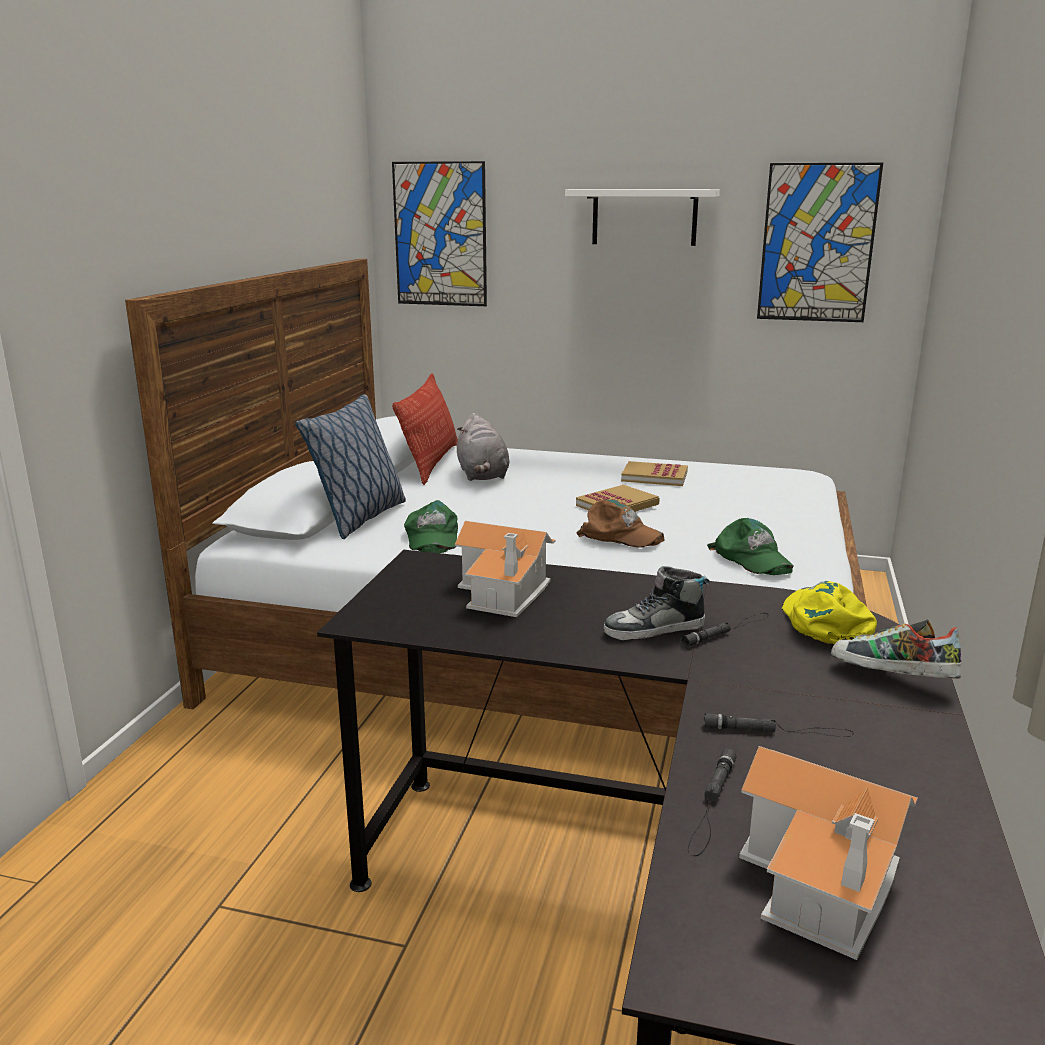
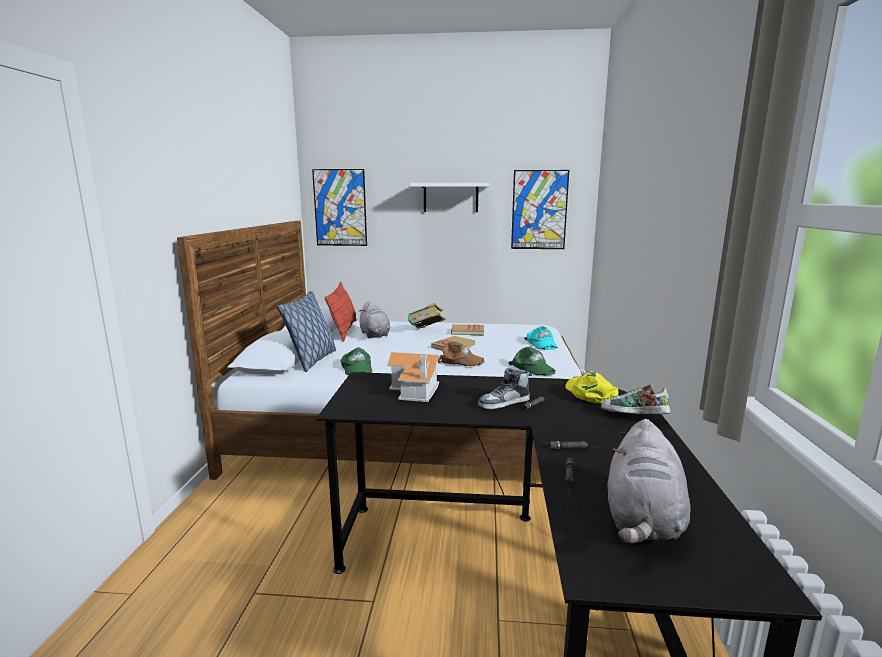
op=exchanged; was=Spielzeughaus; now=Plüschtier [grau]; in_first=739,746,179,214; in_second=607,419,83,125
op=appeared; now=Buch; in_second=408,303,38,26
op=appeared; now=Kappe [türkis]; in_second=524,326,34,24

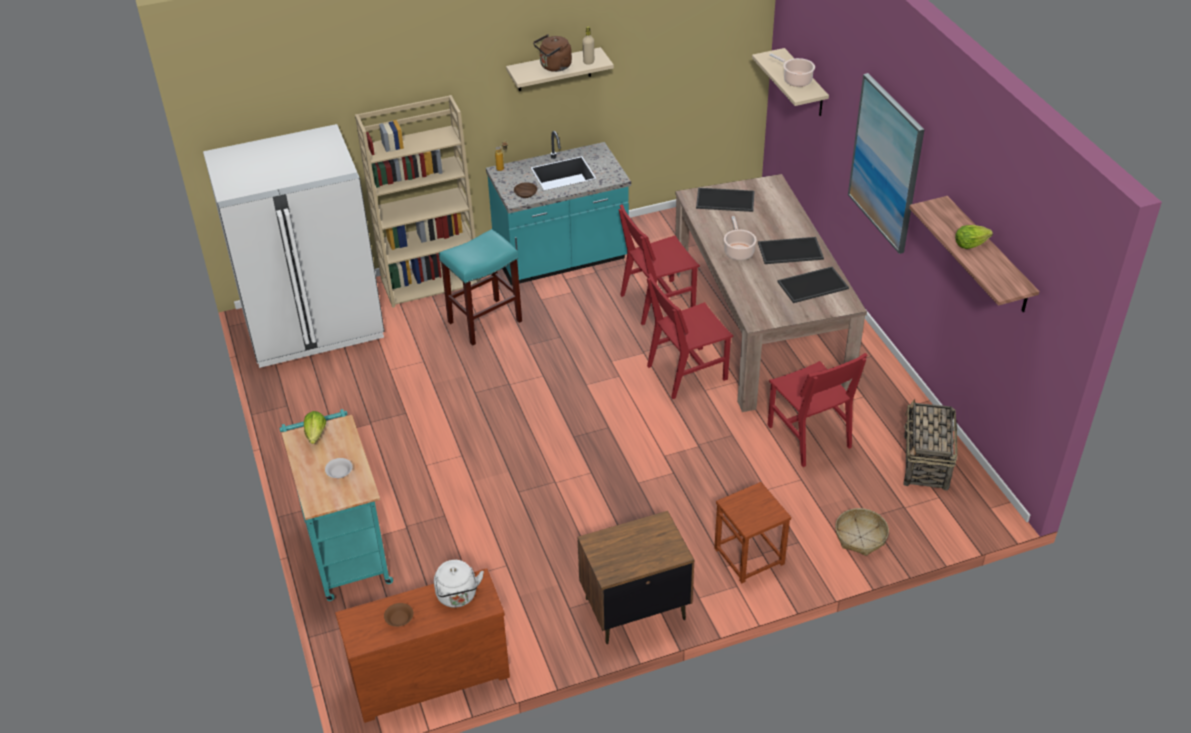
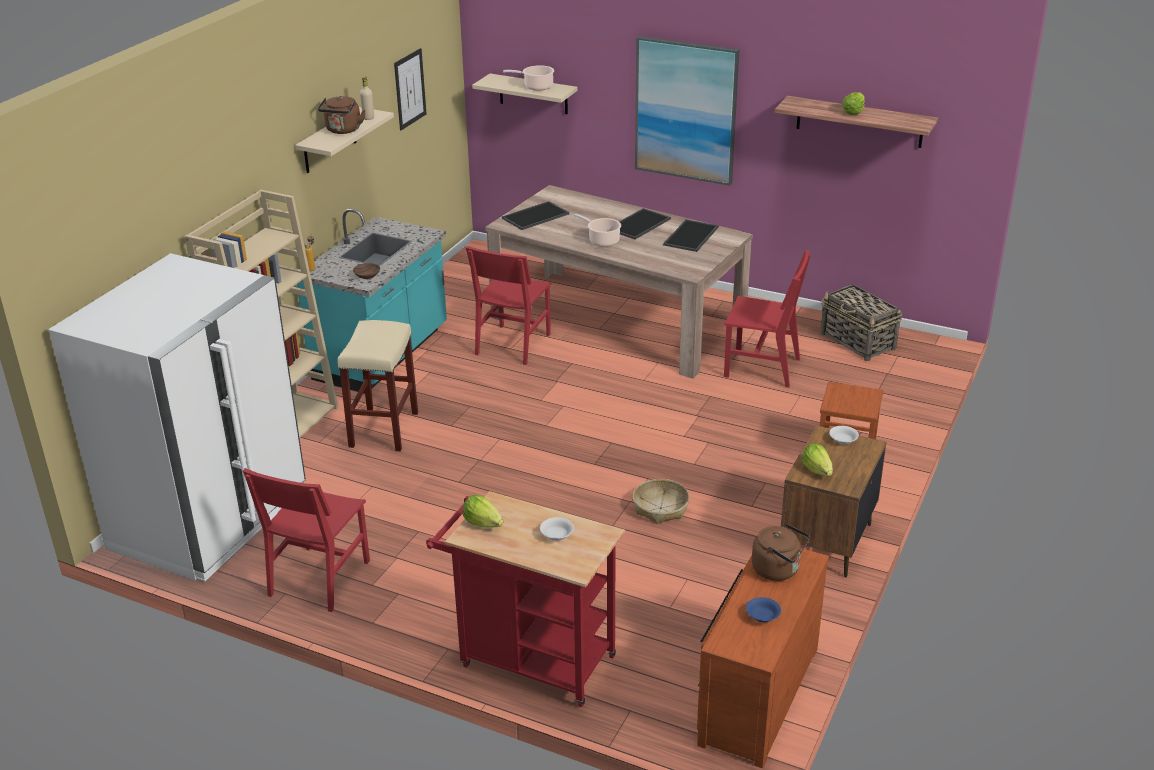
op=colour; was=Rollwagen [türkis]; now=Rollwagen [rot]; in_first=279,409,114,192; in_second=426,491,199,216
op=colour; was=Schüssel [braun]; now=Schüssel [blau]; in_first=384,603,30,24; in_second=746,597,35,25
op=colour; was=Wasserkessel [weiß]; now=Wasserkessel [braun]; in_first=434,560,50,48; in_second=752,524,58,57
op=colour; was=Hocker [türkis]; now=Hocker [beige]; in_first=439,229,83,116; in_second=337,320,81,131
op=relocated; was=Stuhl [rot]; in_first=647,273,86,126; in_second=243,468,127,144
op=relocated; was=Korb; in_first=835,508,54,48; in_second=633,479,57,45
op=appeared; now=Bild; in_second=394,48,33,82
op=appeared; now=Salatkopf; in_second=802,444,31,32
op=appeared; now=Schüssel [weiß]; in_second=829,426,30,18

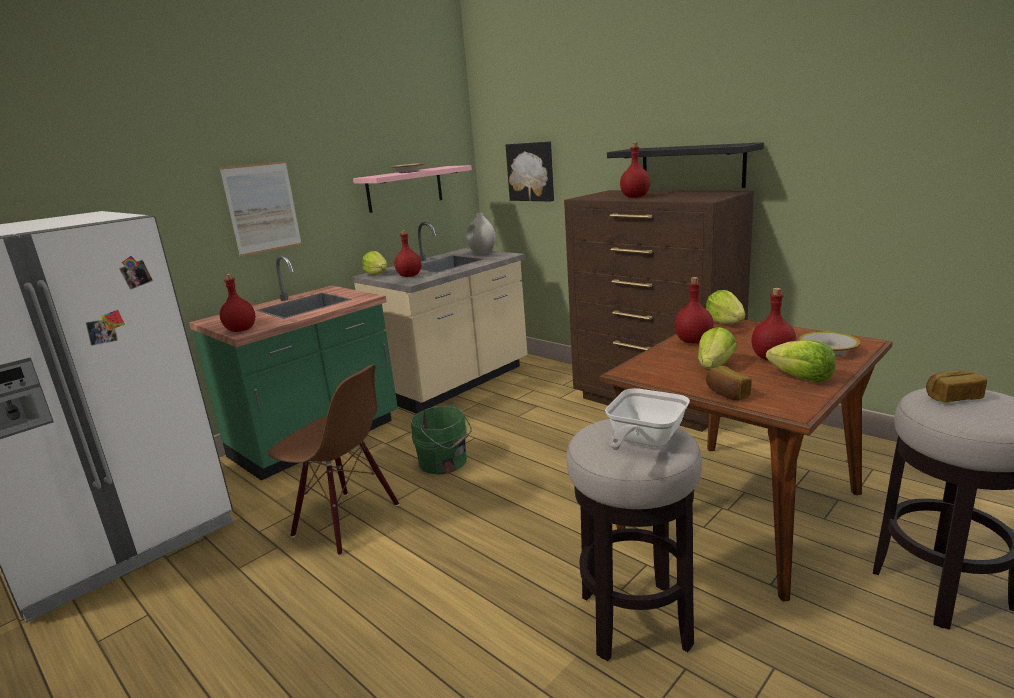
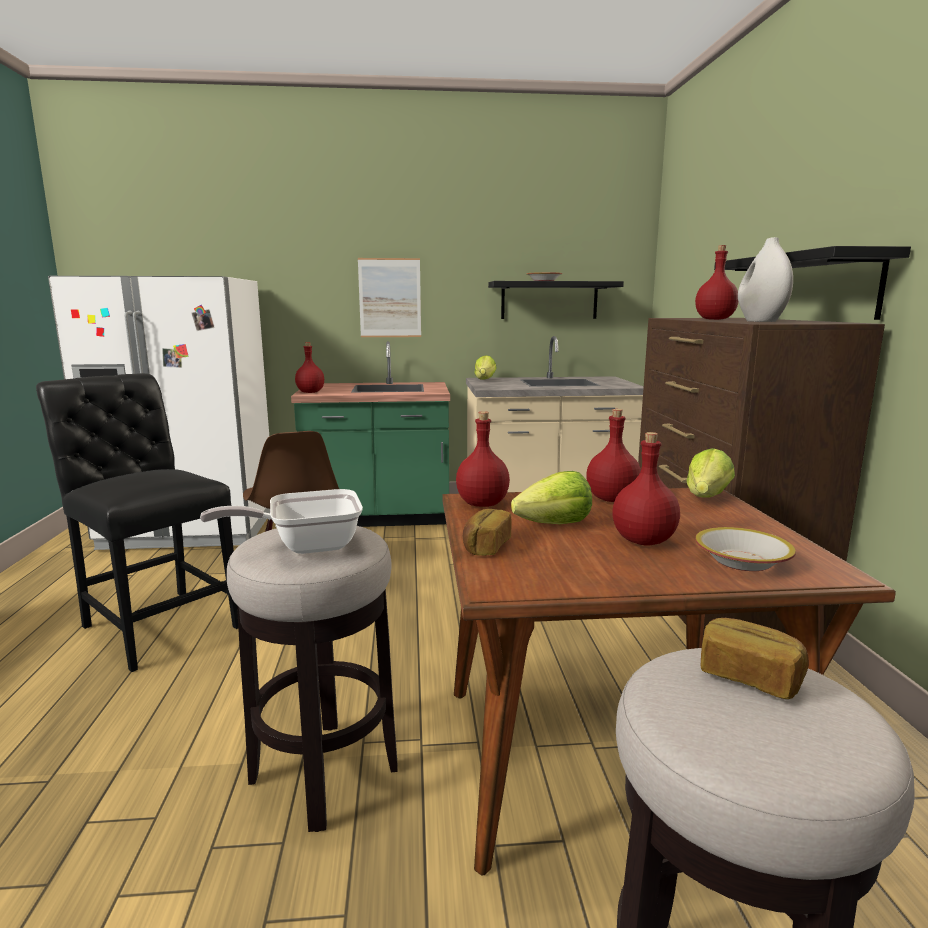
op=colour; was=Wandregal [rosa]; now=Wandregal [schwarz]; in_first=353,165,119,48; in_second=488,281,136,38
op=relocated; was=Flasche [rot]; in_first=394,230,27,47; in_second=456,411,54,96
op=missing; was=Eimer [grün]; in_first=411,404,60,70
op=relocated; was=Vase [weiß]; in_first=465,213,31,42; in_second=738,237,55,85
op=missing; was=Bild; in_first=506,141,48,61
op=missing; was=Salatkopf; in_first=766,340,70,42
op=appeared; now=Stuhl [schwarz]; in_second=36,373,202,299

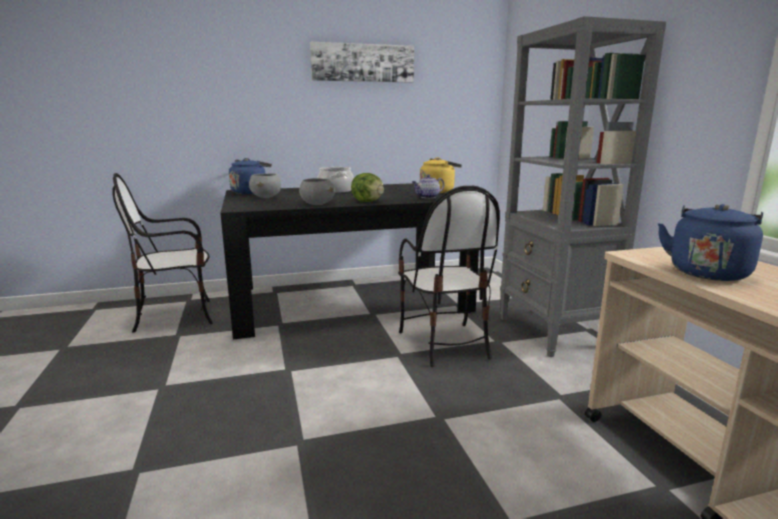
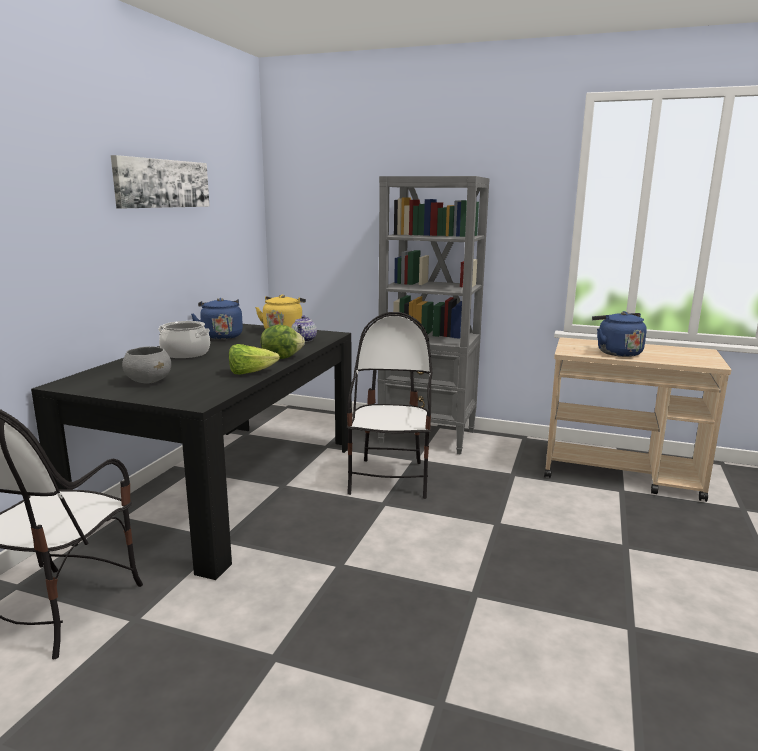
op=relocated; was=Wasserkessel [blau]; in_first=229,158,43,36; in_second=191,298,52,41
op=exchanged; was=Schüssel [grau]; now=Salatkopf; in_first=299,178,36,27; in_second=229,344,51,31
op=spun; was=Stuhl; in_first=398,186,102,181; in_second=347,312,85,187; clockwise=-105

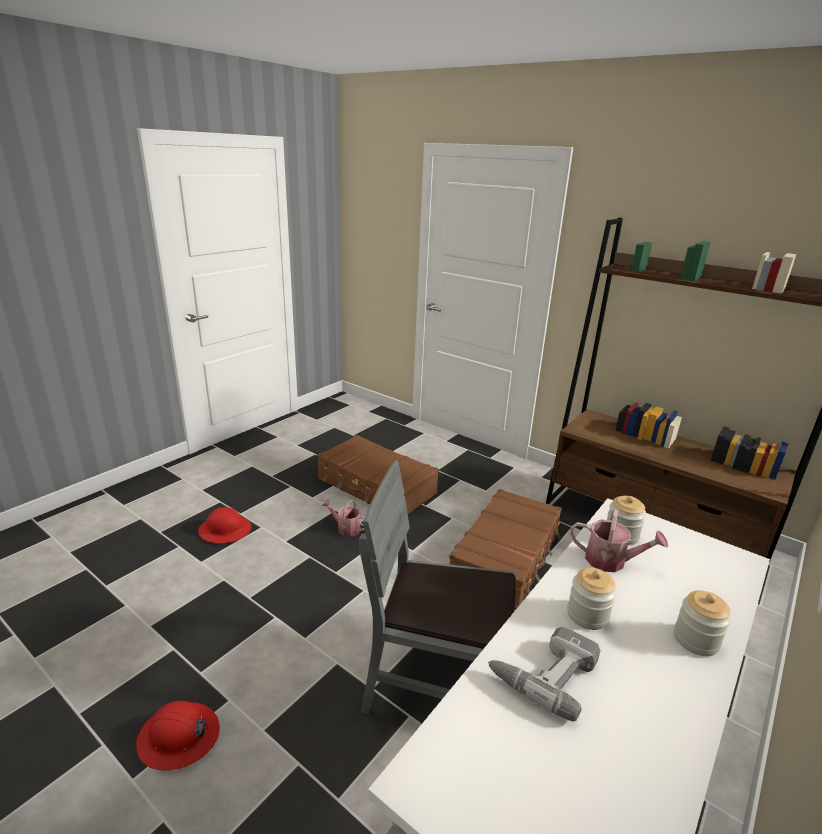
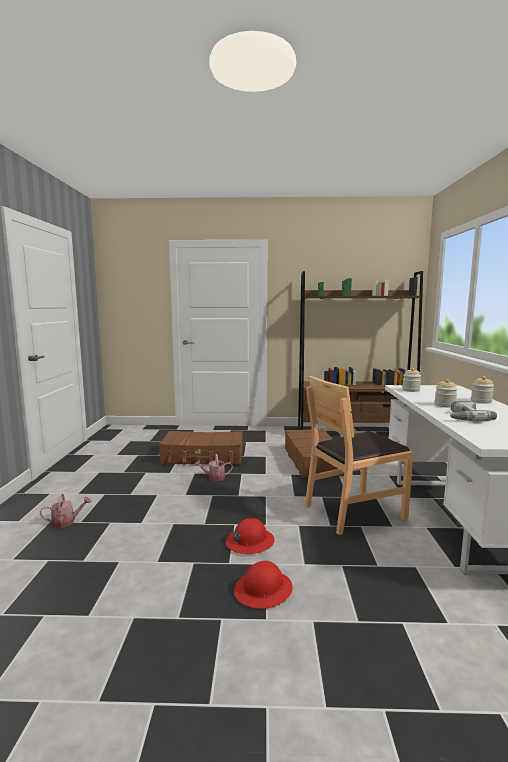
op=relocated; was=Schutzhelm [rot]; in_first=198,507,54,36; in_second=226,518,49,36
op=colour; was=Stuhl [grau]; now=Stuhl [braun]; in_first=359,460,157,254; in_second=305,376,108,159
op=relocated; was=Gießkanne; in_first=570,509,98,63; in_second=40,493,52,35

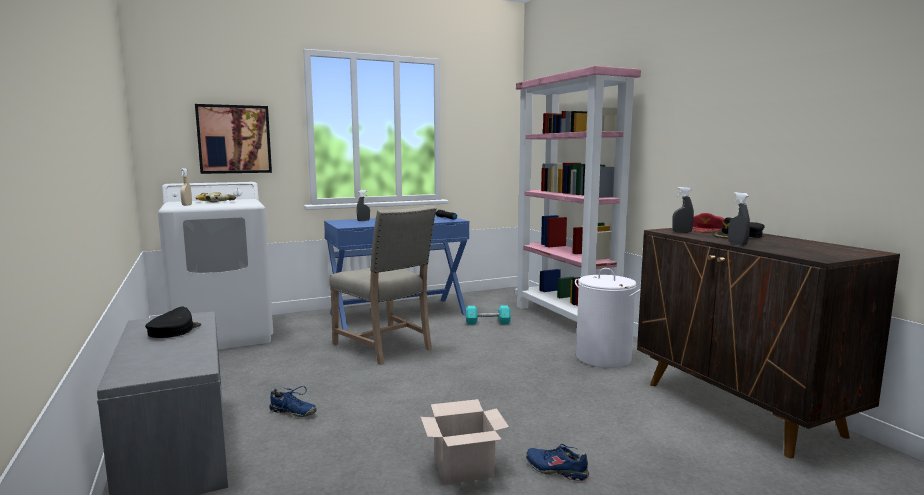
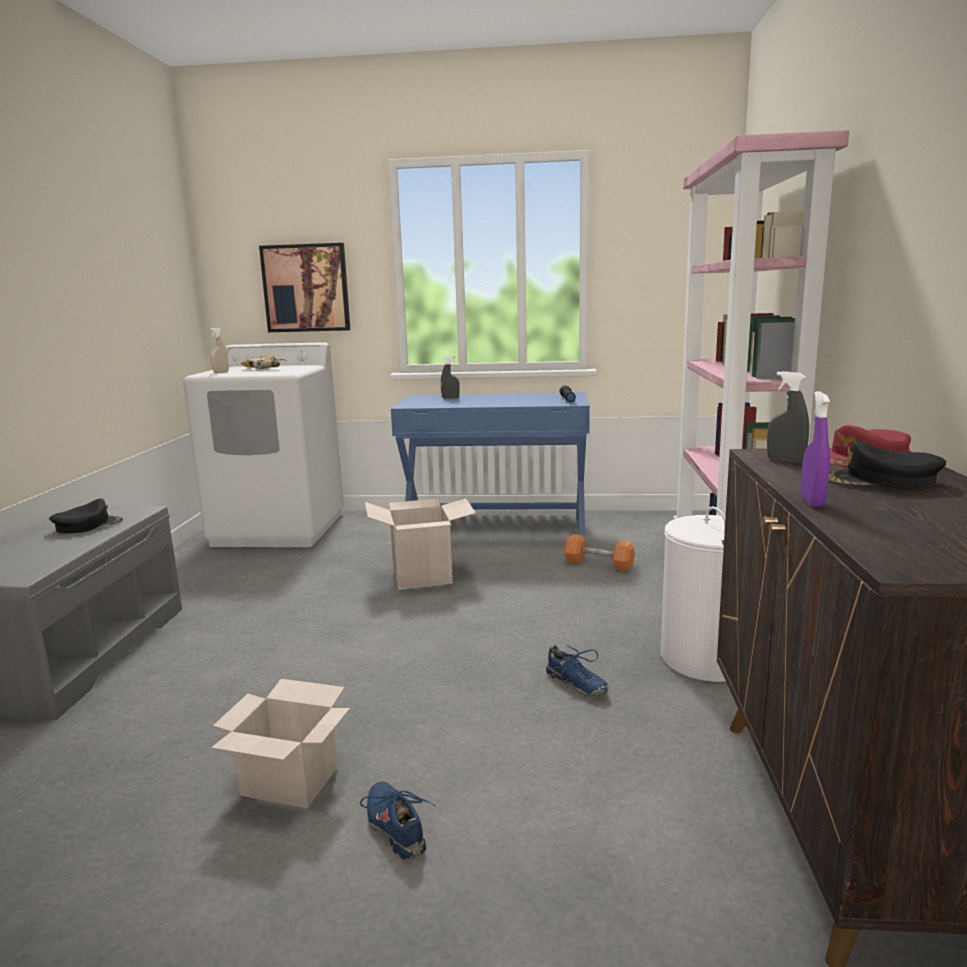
op=relocated; was=Schuh [blau]; in_first=269,386,48,31; in_second=546,645,63,52
op=exchanged; was=Stuhl [beige]; now=Karton; in_first=329,206,108,159; in_second=365,499,111,91
op=colour; was=Hantel [türkis]; now=Hantel [orange]; in_first=466,306,45,19; in_second=564,534,71,37
op=colour; was=Sprühflasche [grau]; now=Sprühflasche [lila]; in_first=728,192,22,54; in_second=801,391,29,116

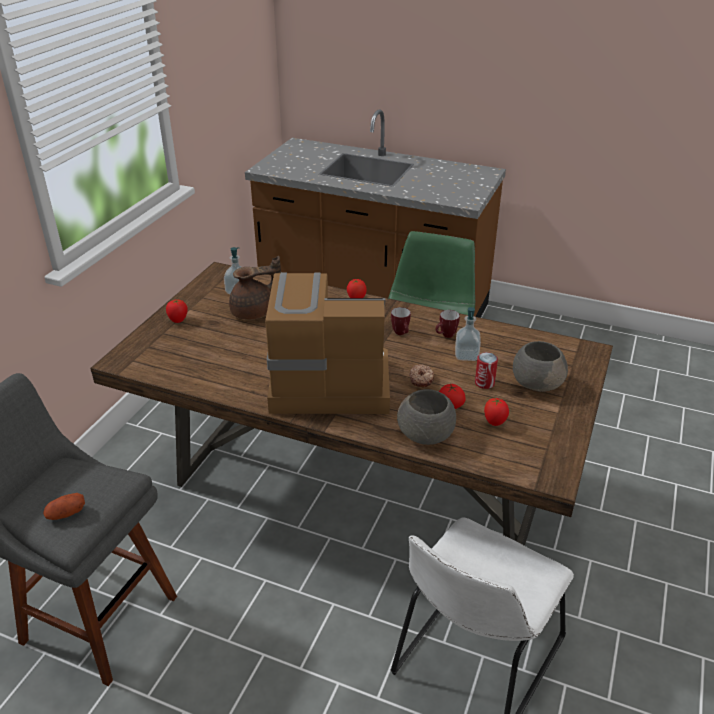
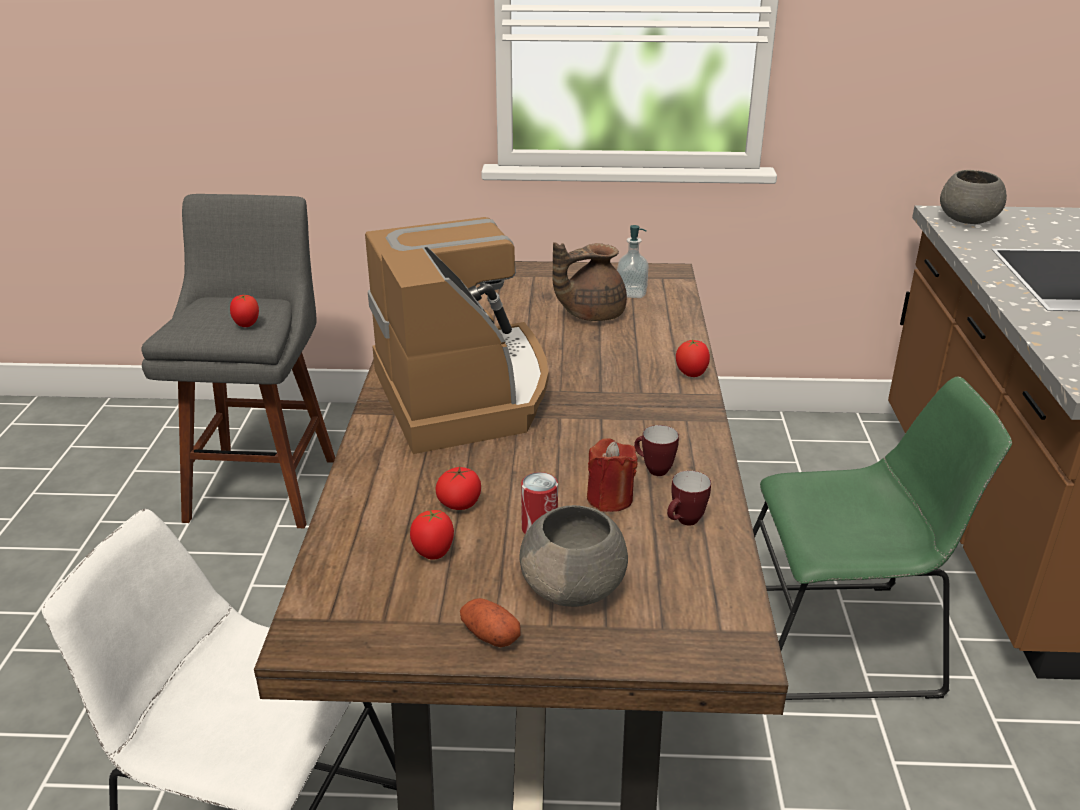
op=relocated; was=Kartoffel; in_first=43,493,42,27; in_second=460,598,61,49
op=relocated; was=Tomate; in_first=166,299,22,24; in_second=230,295,29,32
op=spun; was=Teekanne [braun]; in_first=229,256,52,64; in_second=552,242,75,79; clockwise=105
op=relocated; was=Henkelbecher; in_first=391,307,20,28; in_second=667,471,44,55
op=relocated; was=Schüssel [grau]; in_first=397,389,59,56; in_second=940,170,67,54
op=missing; was=Donut; in_first=409,364,25,23
op=exchanged; was=Seifenspender; now=Kerze [rot]; in_first=455,307,26,54; in_second=587,438,51,74

